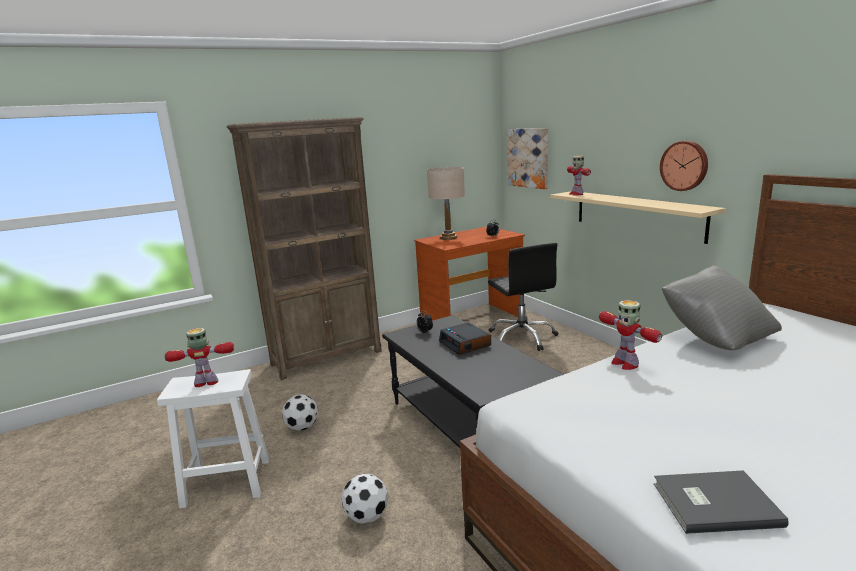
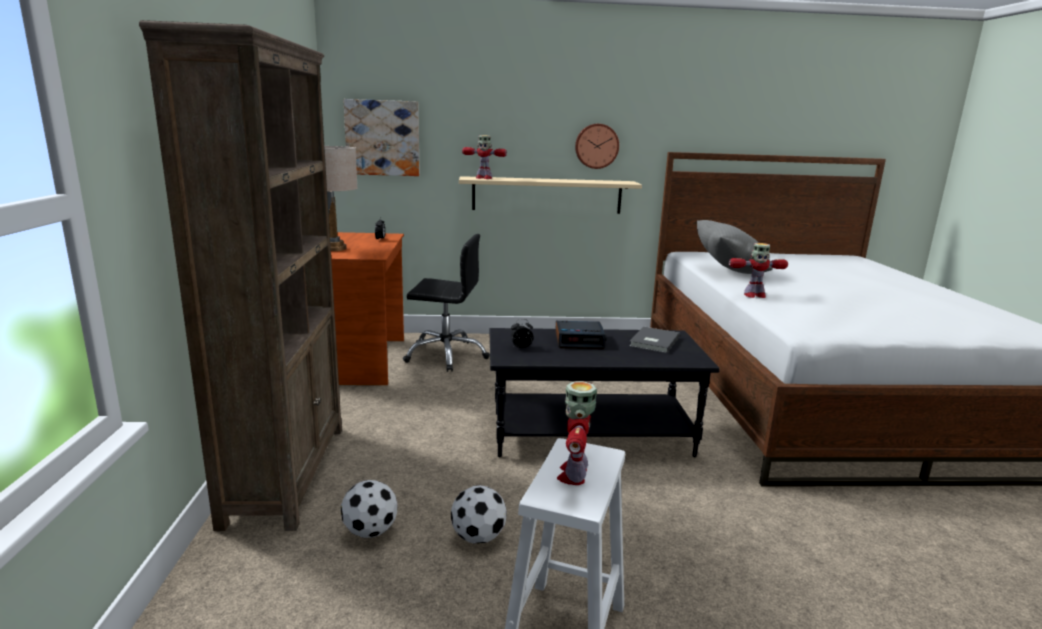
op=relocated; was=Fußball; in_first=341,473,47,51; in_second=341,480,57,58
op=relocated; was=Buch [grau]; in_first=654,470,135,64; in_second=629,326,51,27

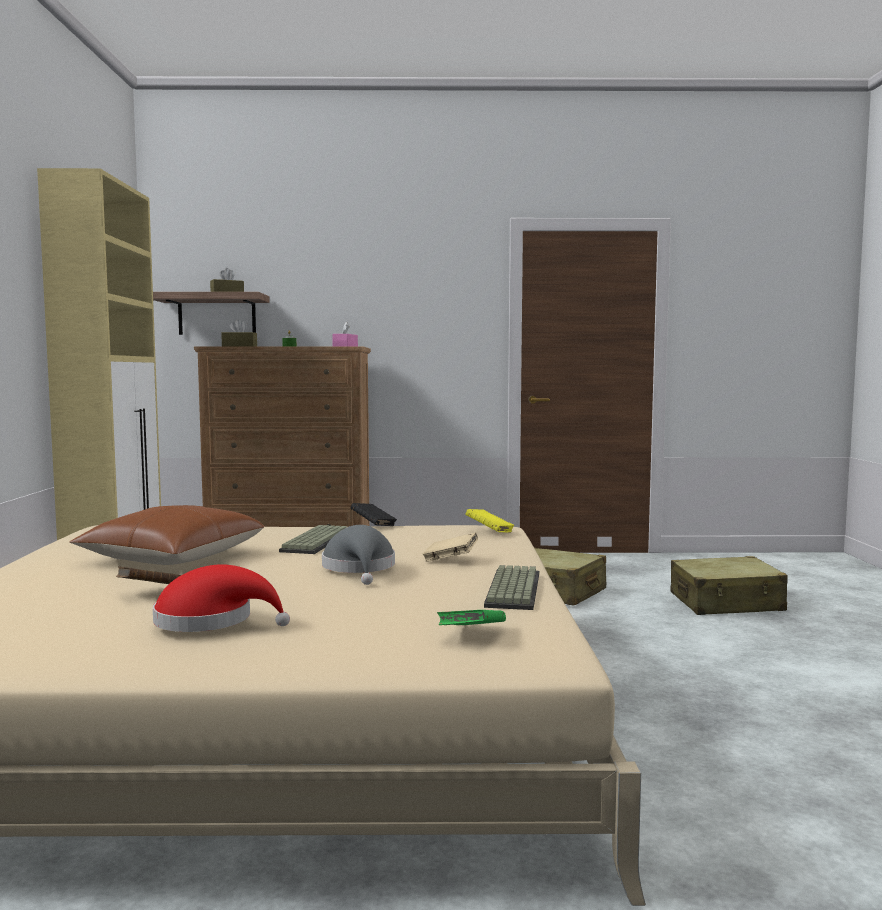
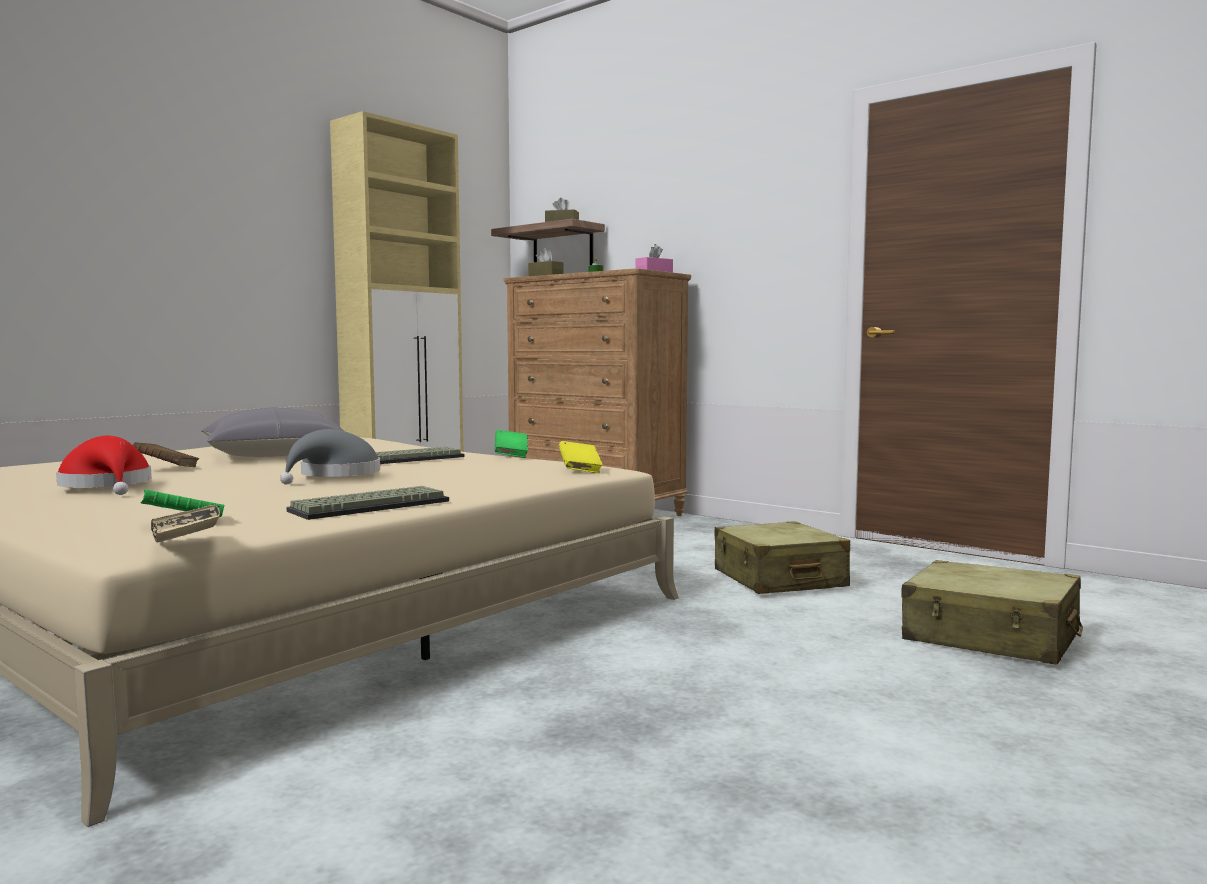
op=colour; was=Kissen [braun]; now=Kissen [grau]; in_first=69,505,196,60; in_second=201,407,143,50
op=colour; was=Buch [schwarz]; now=Buch [grün]; in_first=351,503,46,23; in_second=495,430,33,28
op=relocated; was=Buch [beige]; in_first=422,533,56,29; in_second=151,505,69,37

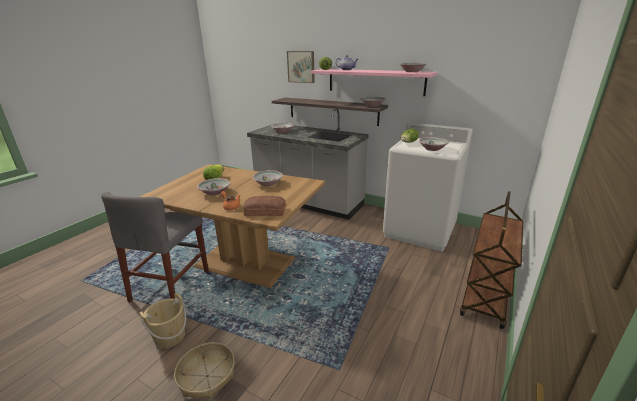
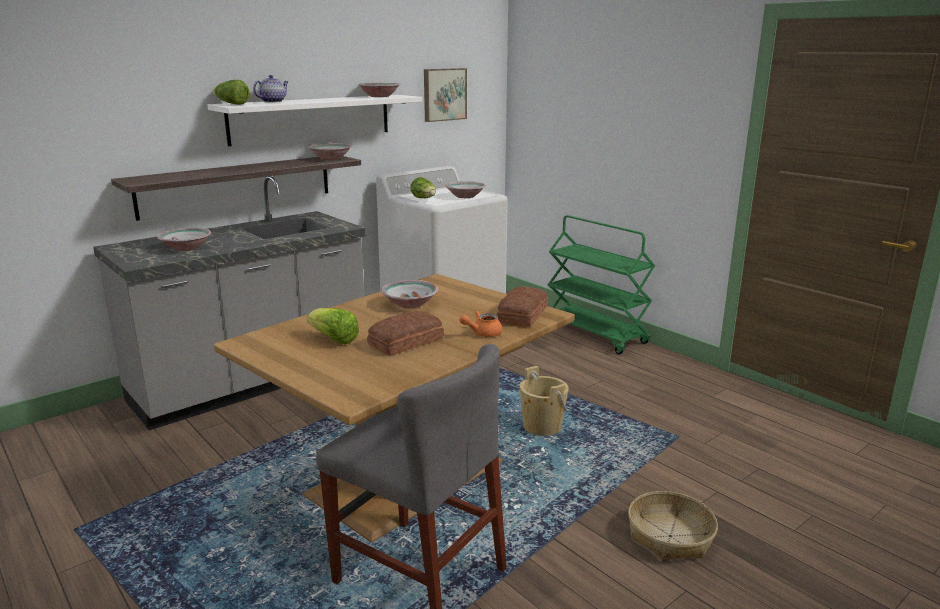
op=relocated; was=Eimer [beige]; in_first=140,293,46,56; in_second=520,366,49,70
op=exchanged; was=Schüssel; now=Brot; in_first=197,178,34,18; in_second=367,311,77,45
op=relocated; was=Bild; in_first=287,51,28,32; in_second=424,68,43,54
op=colour; was=Wandregal [rosa]; now=Wandregal [weiß]; in_first=311,69,126,27; in_second=207,95,215,51
op=colour; was=Rollwagen [braun]; now=Rollwagen [grün]; in_first=460,191,63,138; in_second=547,215,108,140

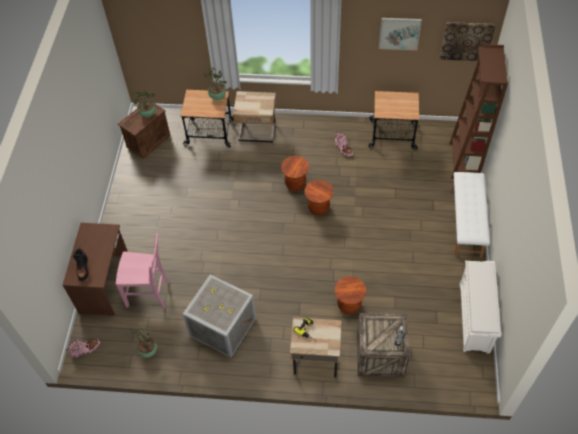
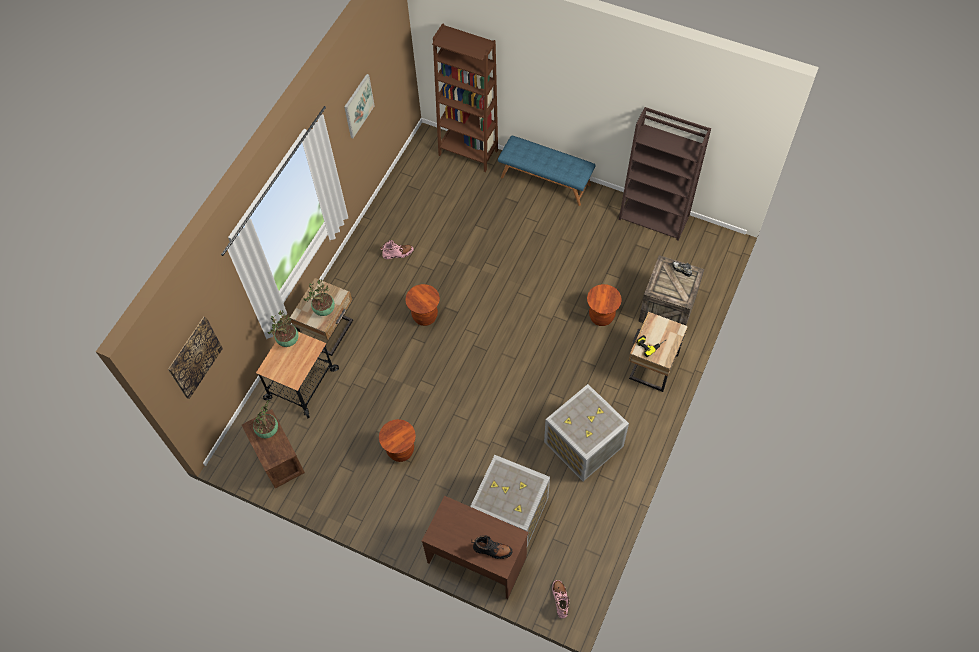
op=exchanged; was=Stuhl [rosa]; now=Kiste; in_first=116,234,54,74; in_second=470,455,80,91
op=relocated; was=Topfpflanze; in_first=130,327,27,31; in_second=304,279,31,37
op=relocated; was=Hocker [braun]; in_first=304,180,29,36; in_second=379,419,37,43
op=missing; was=Rollwagen; in_first=369,91,50,59
op=relocated; was=Bild; in_first=440,22,55,39; in_second=168,317,55,82
op=colour; was=Bank [weiß]; now=Bank [blau]; in_first=451,172,39,86; in_second=498,136,98,70
op=exchanged; was=Schuhregal [weiß]; now=Bücherregal [braun]; in_first=459,261,42,93; in_second=619,107,92,134

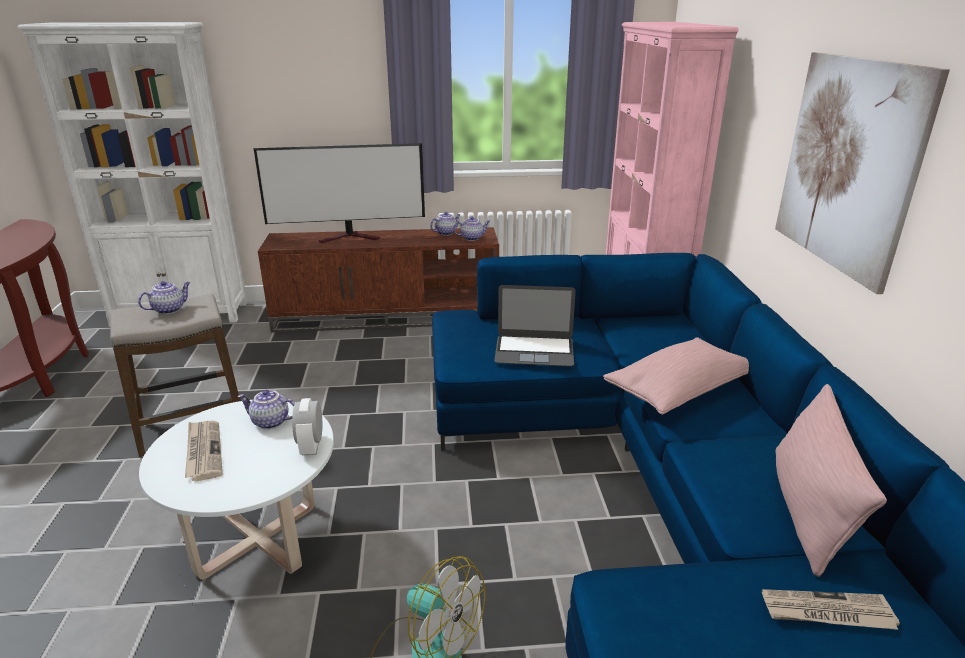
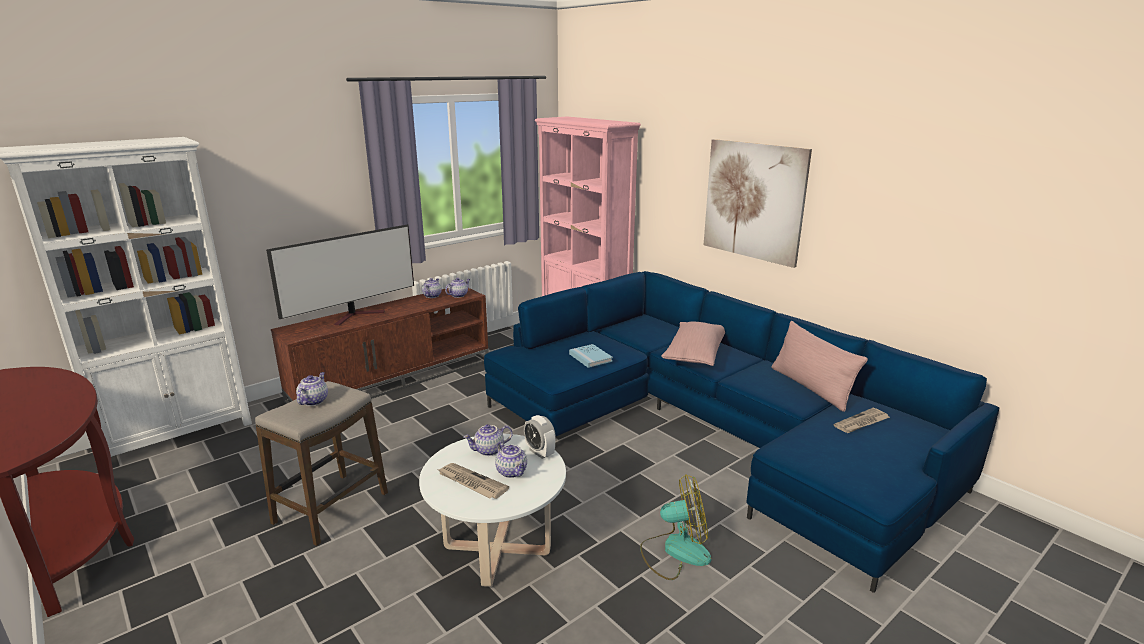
op=exchanged; was=Laptop; now=Buch [blau]; in_first=494,285,82,81; in_second=569,344,44,24
op=appeared; now=Teekanne; in_second=495,441,32,37

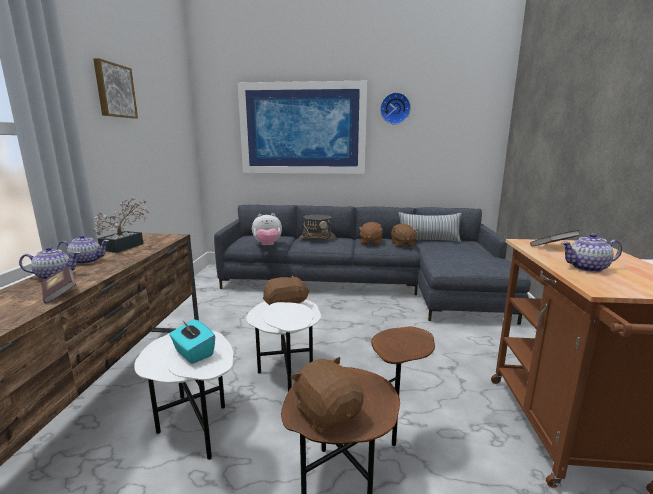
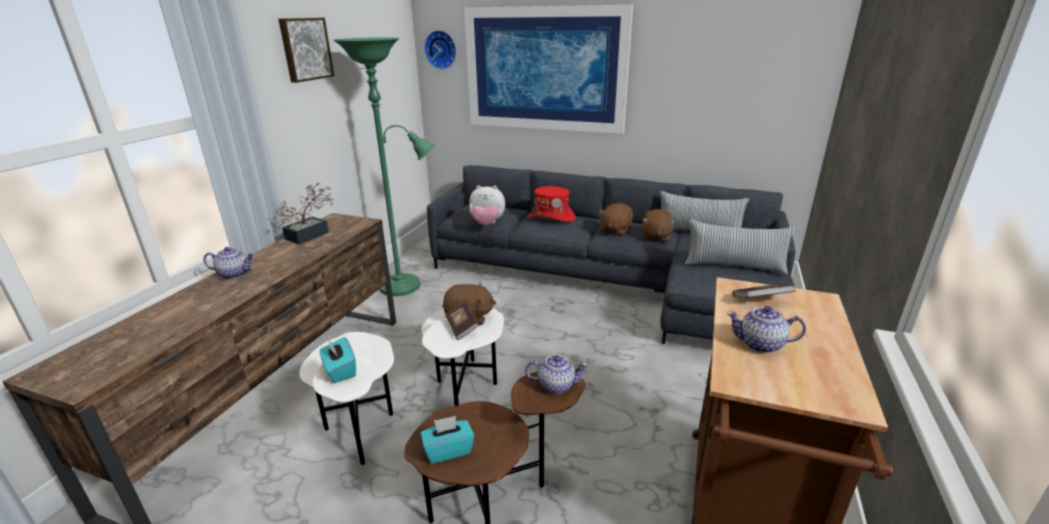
op=relocated; was=Buch; in_first=41,266,35,37; in_second=445,301,34,39
op=relocated; was=Teekanne; in_first=57,235,52,29; in_second=525,355,63,39
op=exchanged; was=Plüschtier [braun]; now=Taschentuchbox [türkis]; in_first=290,357,74,76; in_second=421,416,54,48
op=colour; was=Hut [grau]; now=Hut [rot]; in_first=299,215,38,25; in_second=528,186,47,36
op=relocated; was=Wanduhr; in_first=380,92,31,32; in_second=424,30,33,40
op=appeared; now=Stehlampe [grün]; in_second=333,37,102,259
op=appeared; now=Kissen; in_second=685,219,110,55

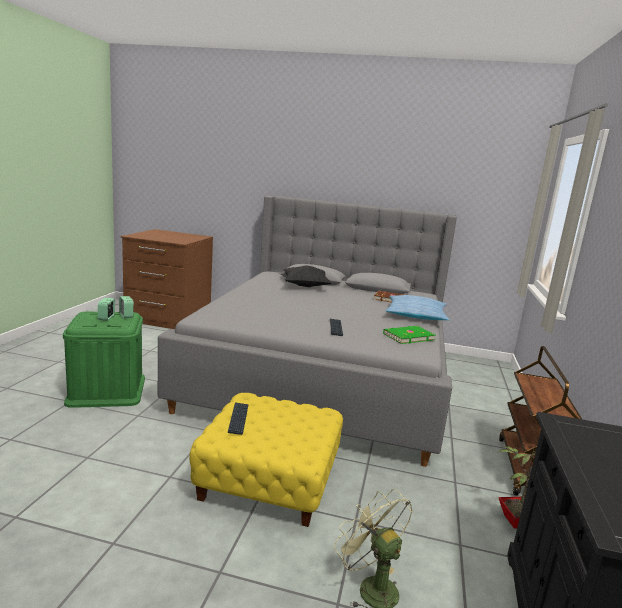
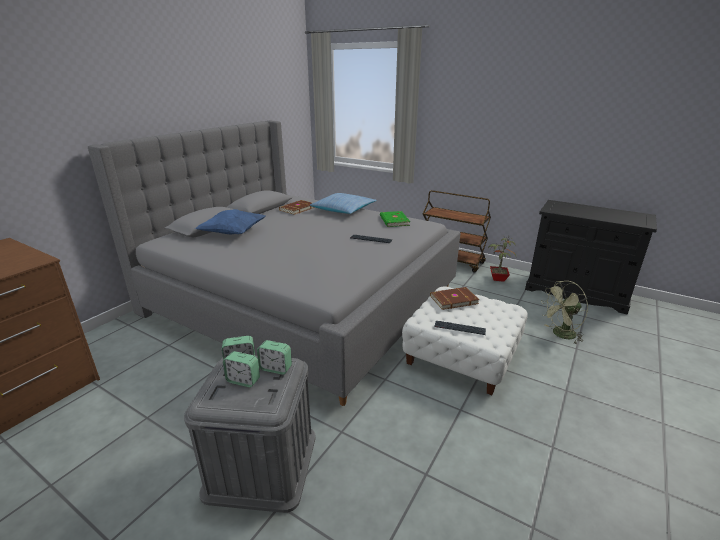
op=colour; was=Aufbewahrungsbox [grün]; now=Aufbewahrungsbox [grau]; in_first=63,312,82,96; in_second=184,356,131,157
op=colour; was=Polsterhocker [gelb]; now=Polsterhocker [weiß]; in_first=189,393,154,134; in_second=402,286,126,109
op=colour; was=Kissen [schwarz]; now=Kissen [blau]; in_first=284,266,48,21; in_second=195,209,70,26
op=appeared; now=Wecker; in_second=257,340,35,35
op=appeared; now=Buch [braun]; in_second=430,287,50,23

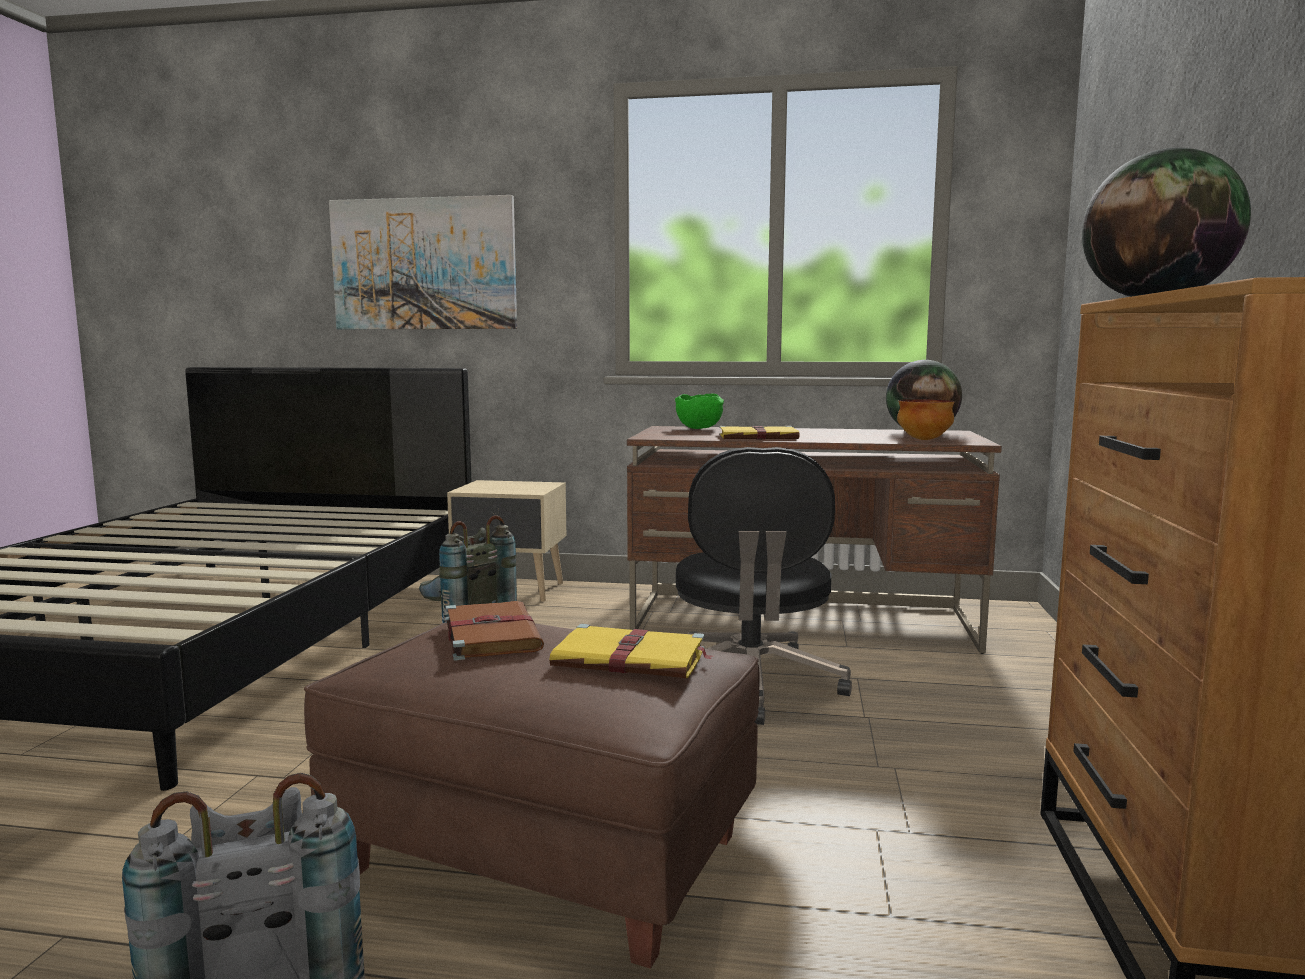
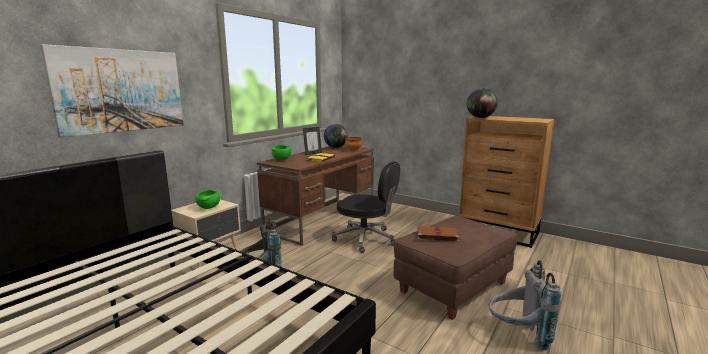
op=missing; was=Buch [gelb]; in_first=549,624,164,54
op=appeared; now=Schüssel [grün]; in_second=195,190,25,19
op=appeared; now=Bilderrahmen; in_second=303,127,19,28

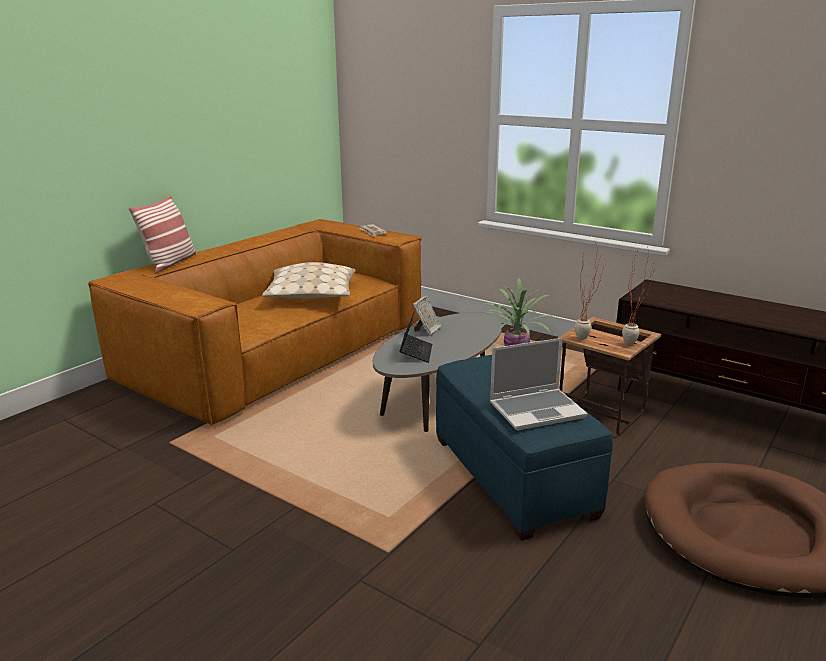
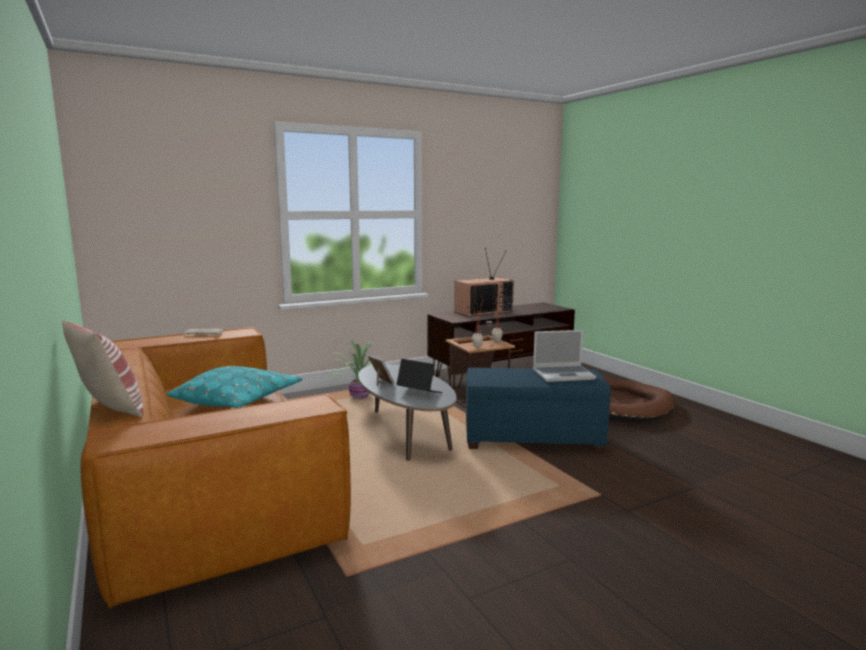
op=colour; was=Kissen [beige]; now=Kissen [türkis]; in_first=262,262,94,37; in_second=167,366,136,42
op=spun; was=Laptop; in_first=490,338,98,93; in_second=533,330,63,52; clockwise=75
op=appeared; now=Fernseher; in_second=454,248,60,69

